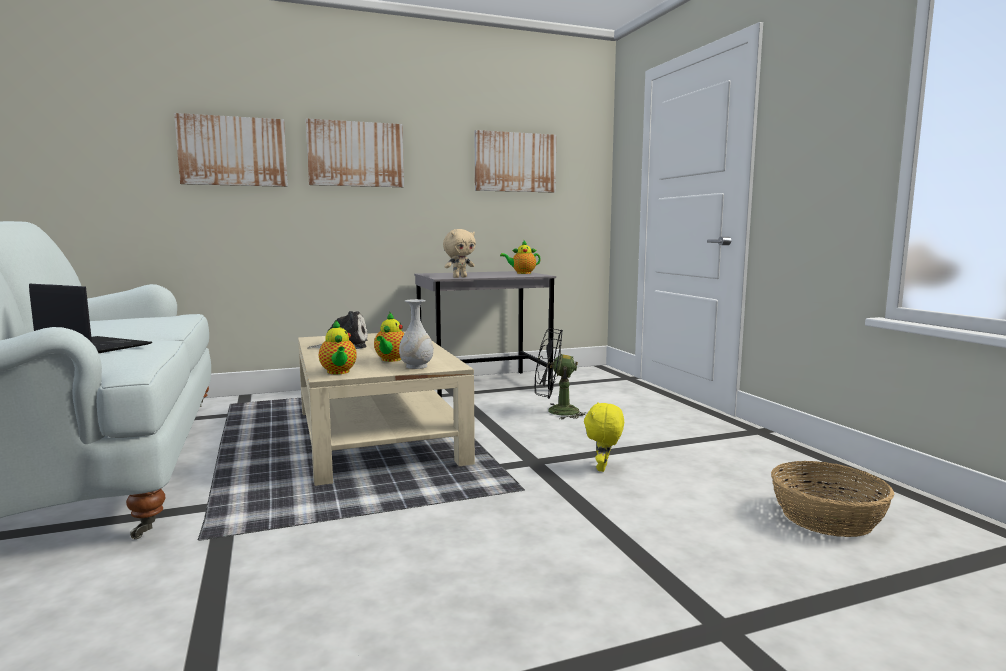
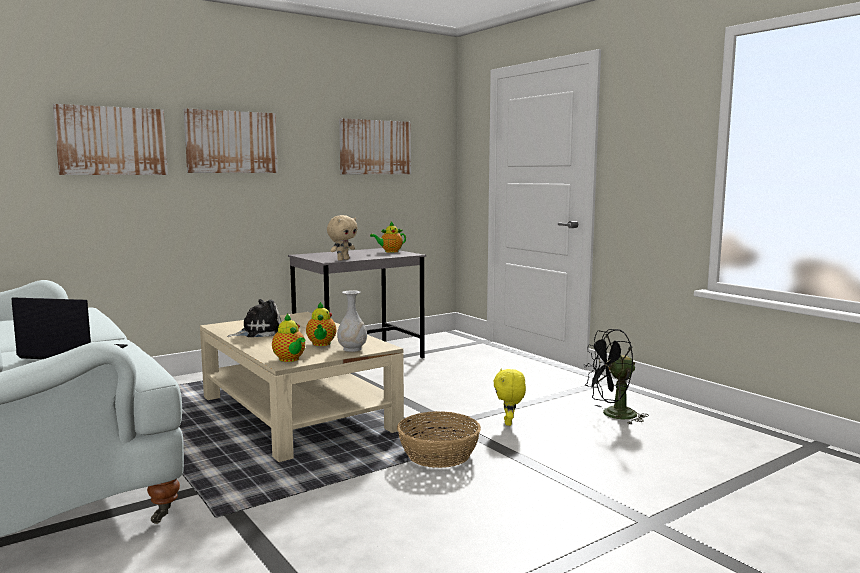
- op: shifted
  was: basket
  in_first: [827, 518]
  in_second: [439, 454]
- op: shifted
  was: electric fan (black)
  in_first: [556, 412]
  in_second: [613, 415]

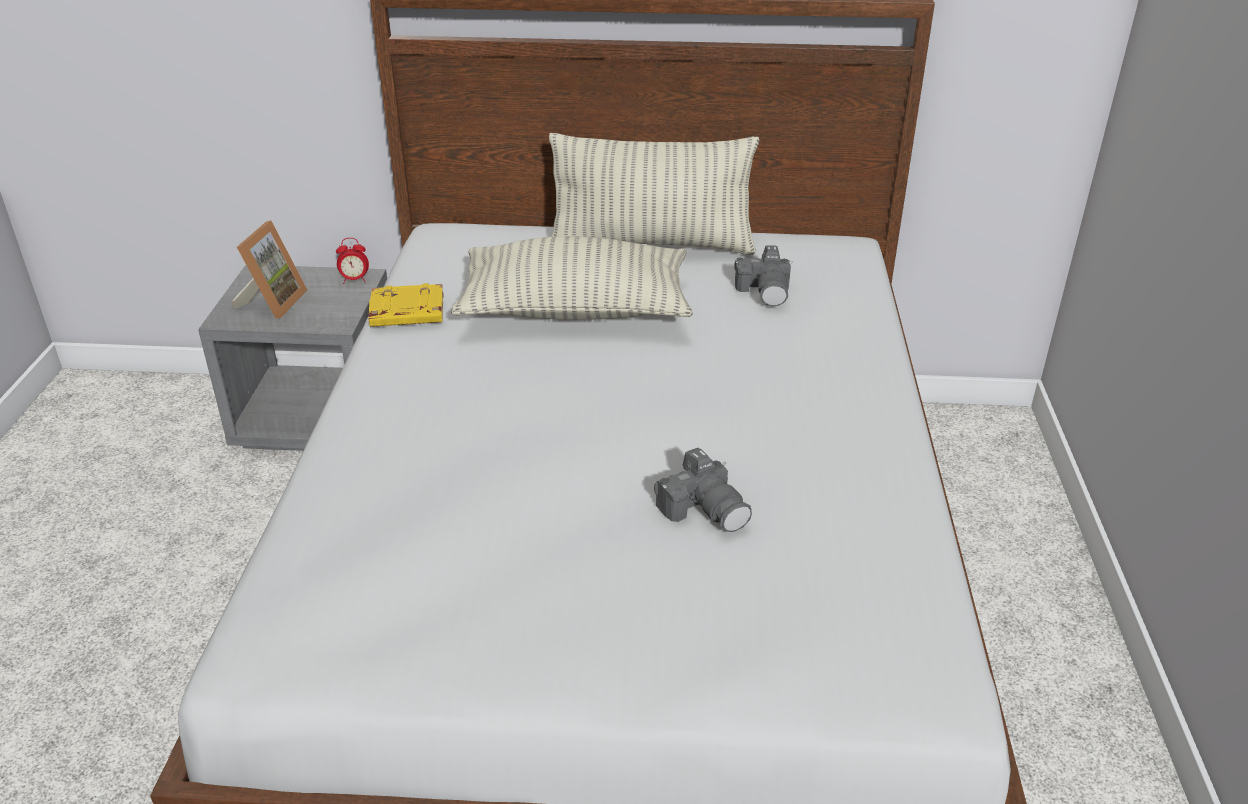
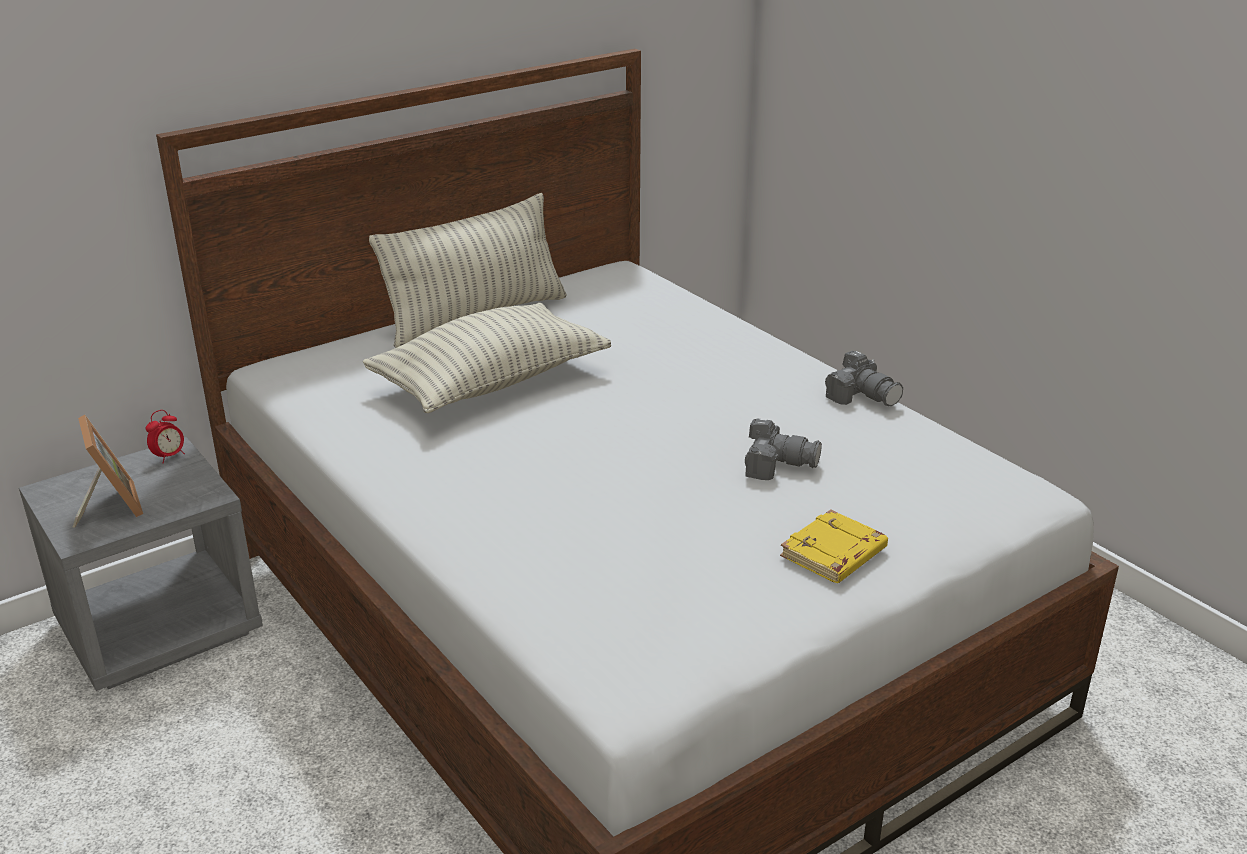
- op: shifted
  was: bound book (yellowish)
  in_first: [406, 313]
  in_second: [834, 554]
- op: shifted
  was: photo camera
  in_first: [765, 291]
  in_second: [862, 396]

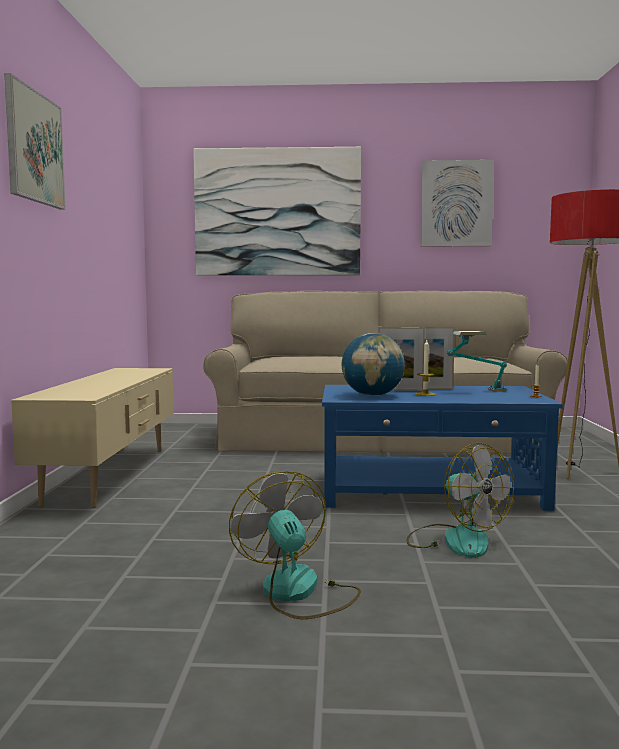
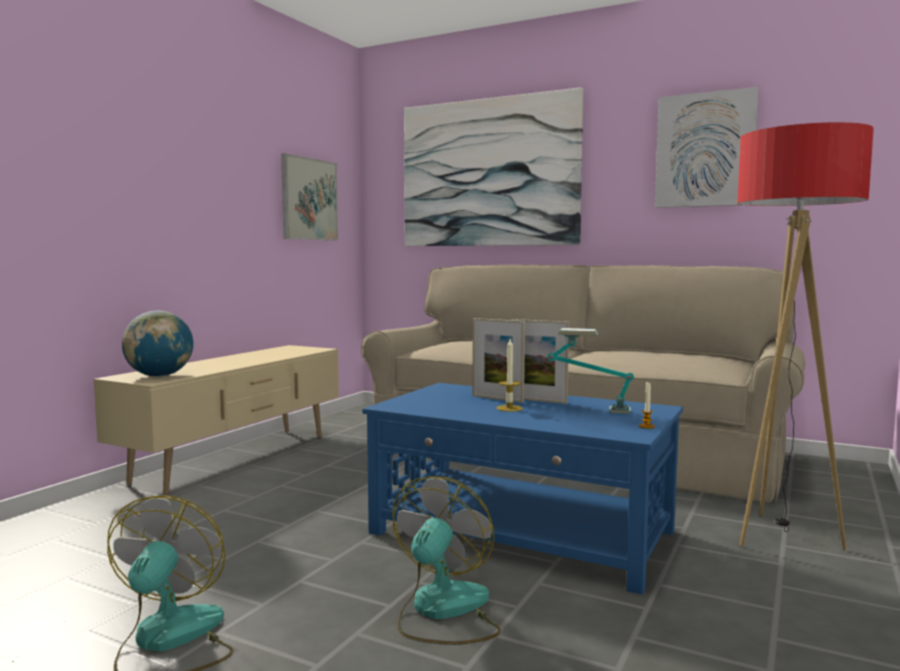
- op: shifted
  was: globe
  in_first: [372, 395]
  in_second: [159, 376]
- op: shifted
  was: picture
  in_first: [34, 147]
  in_second: [309, 199]
- op: rotated
  was: electric fan
  in_first: [455, 540]
  in_second: [443, 611]
  clockwise: -150

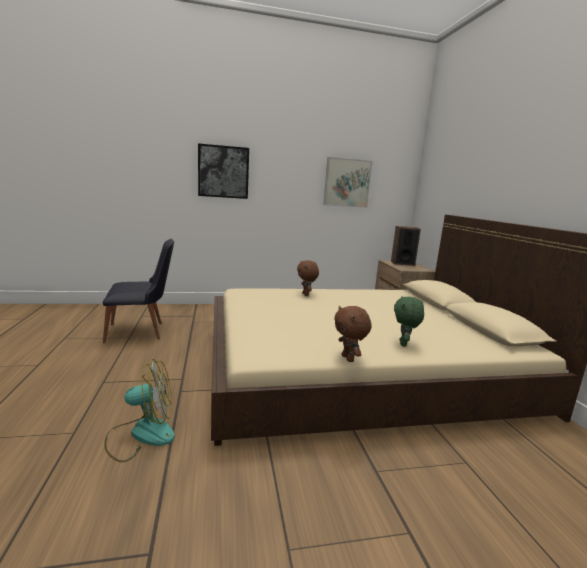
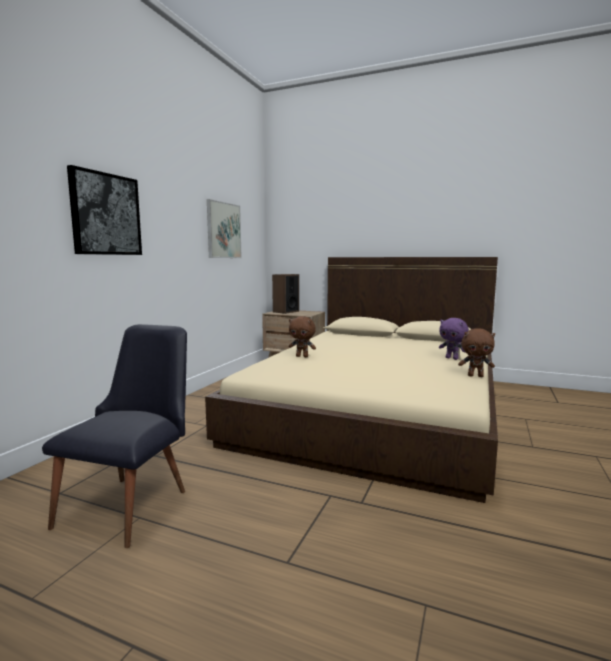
- op: repainted
  was: soft toy (greenish)
  now: soft toy (purple-coloured)
  in_first: [404, 344]
  in_second: [452, 358]
- op: gone
  was: electric fan
  in_first: [141, 434]

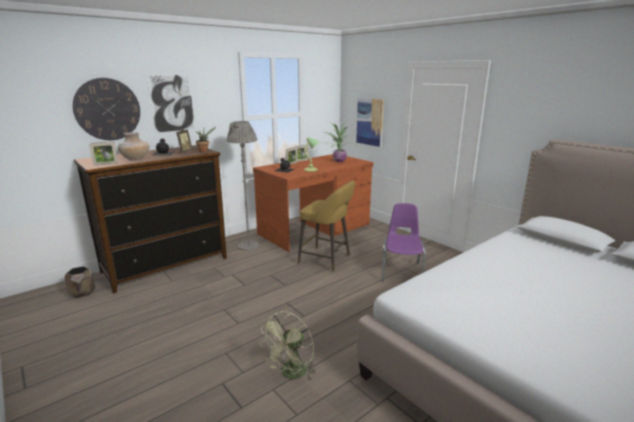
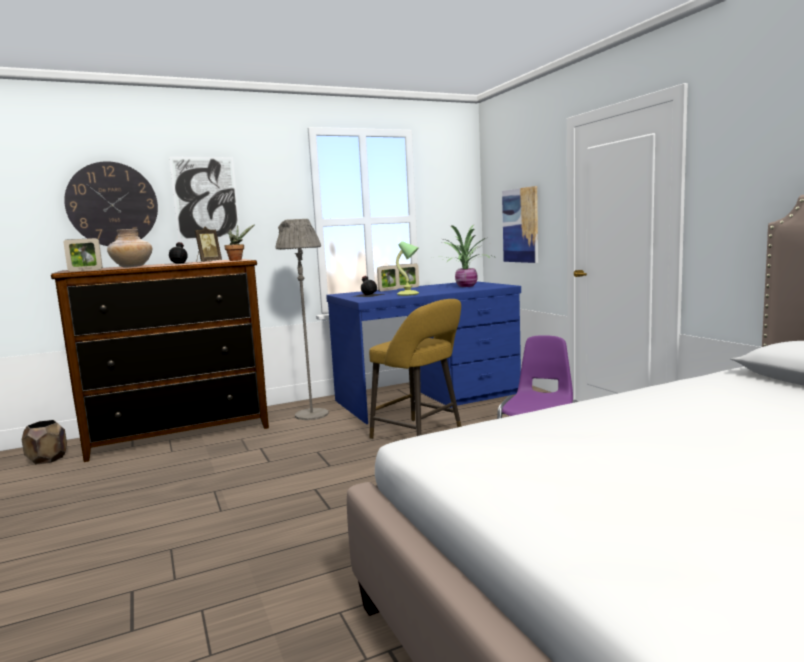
- op: repainted
  was: desk table (brown)
  now: desk table (blue-coloured)
  in_first: [315, 229]
  in_second: [428, 397]
- op: gone
  was: electric fan (greenish)
  in_first: [291, 374]

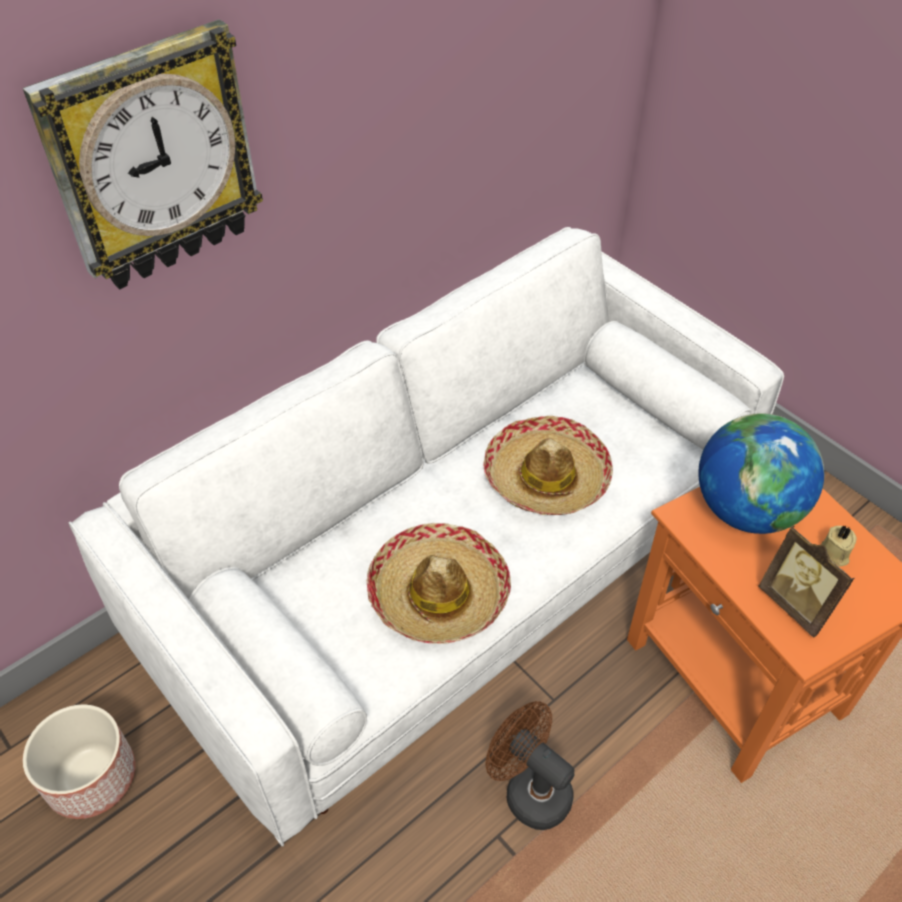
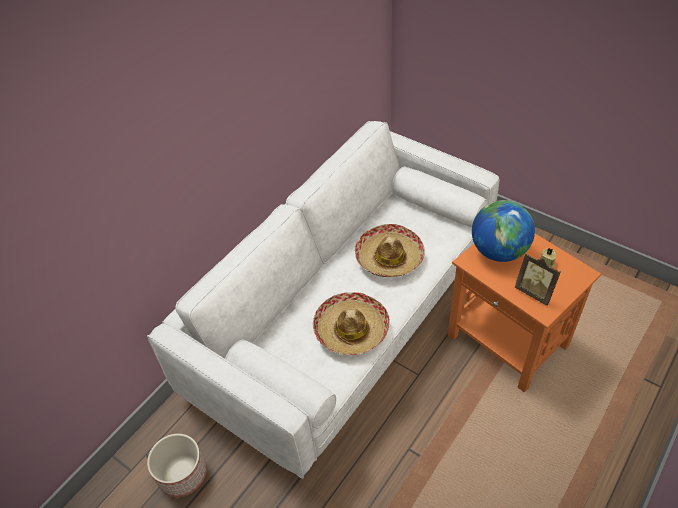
- op: gone
  was: hanging clock
  in_first: [153, 160]
- op: gone
  was: electric fan (brown)
  in_first: [529, 789]

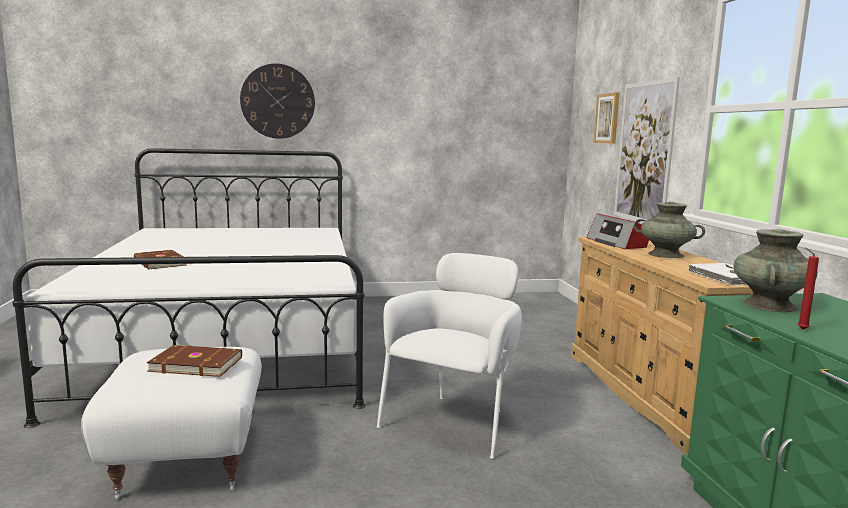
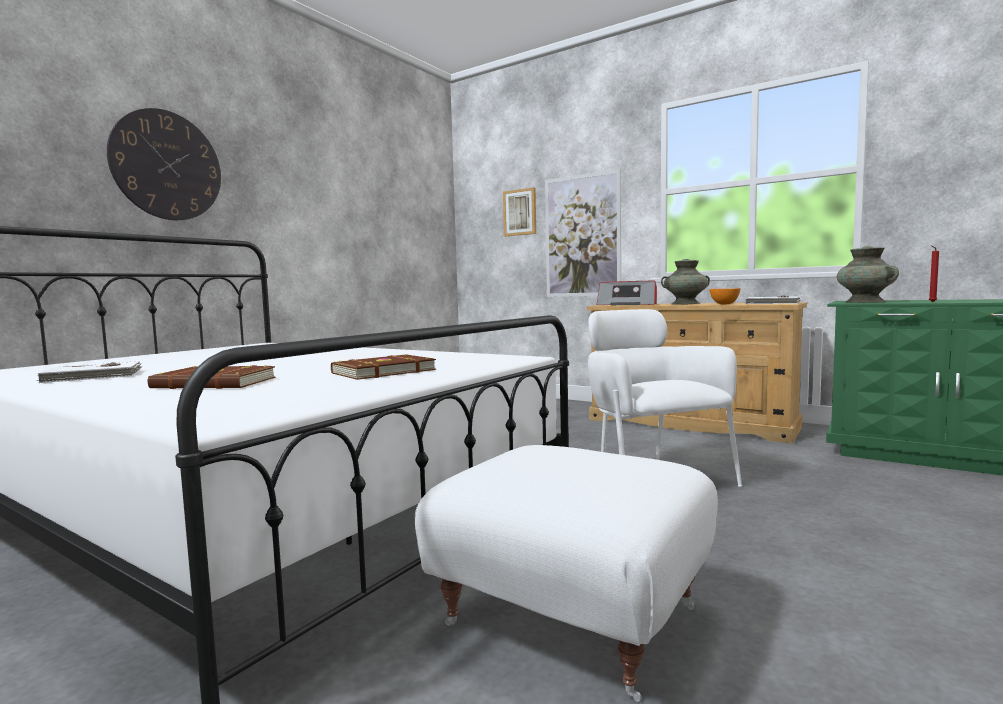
- op: new
  now: bound book (whitish)
  in_second: [93, 376]
- op: shifted
  was: bound book (brown)
  in_first: [196, 364]
  in_second: [382, 372]
- op: new
  now: deep dish (orangey)
  in_second: [724, 304]

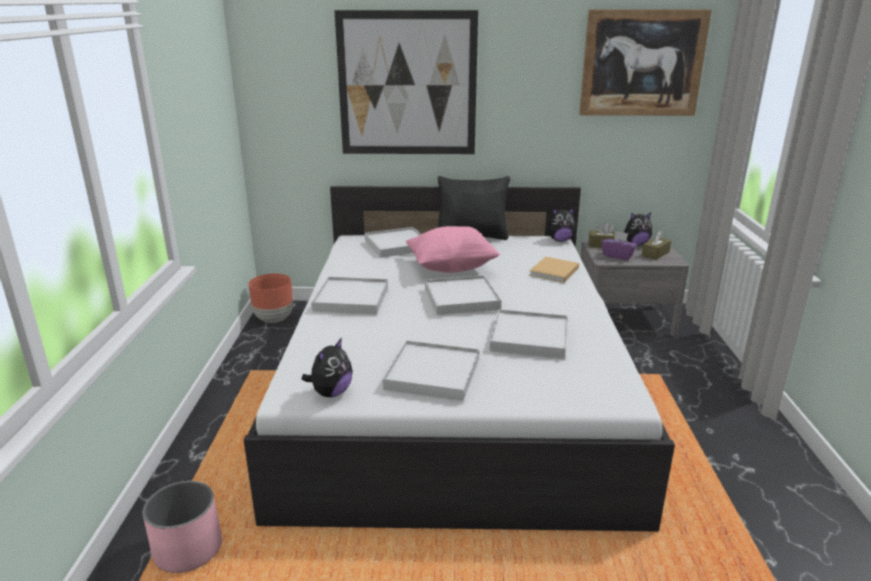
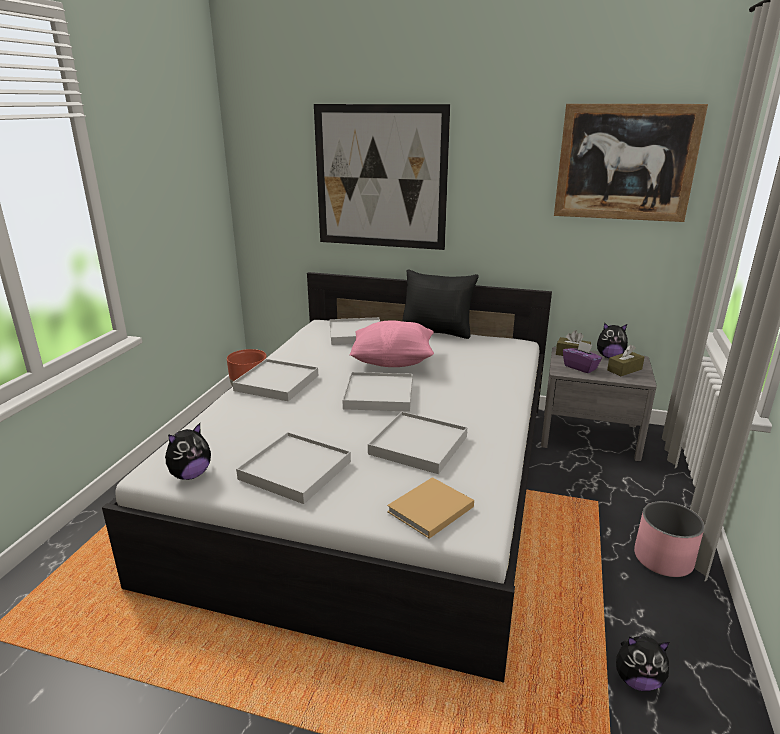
- op: shifted
  was: bound book (beige)
  in_first: [553, 272]
  in_second: [429, 510]
- op: shifted
  was: soft toy
  in_first: [560, 240]
  in_second: [637, 680]
- op: shifted
  was: flower pot (pink)
  in_first: [188, 548]
  in_second: [662, 559]

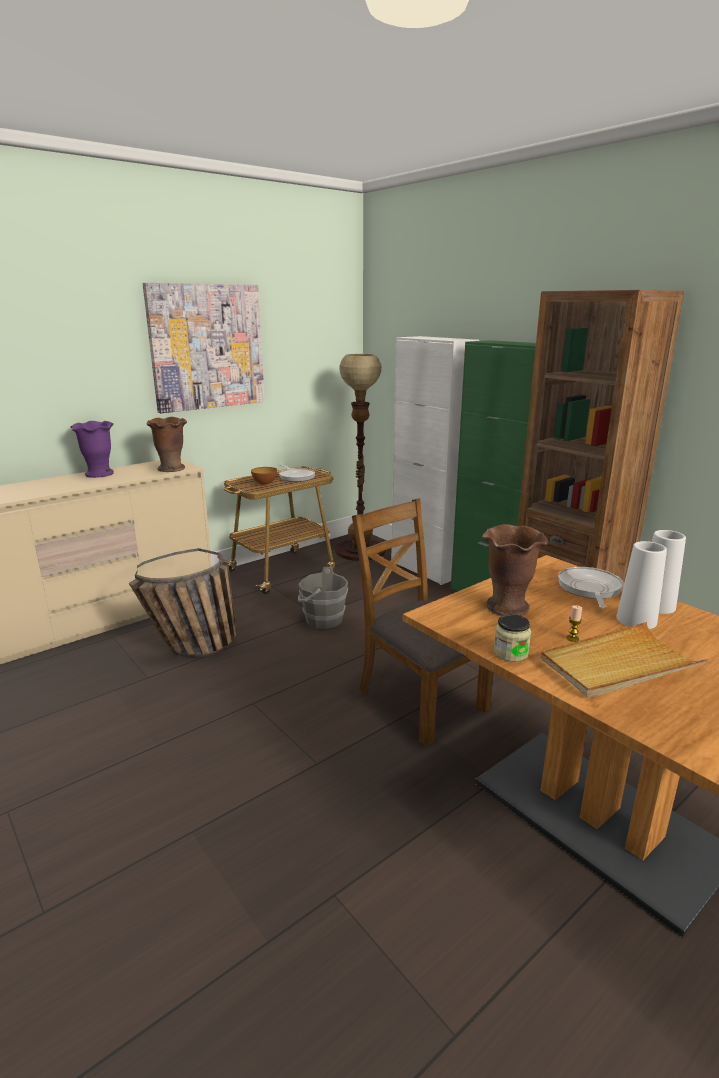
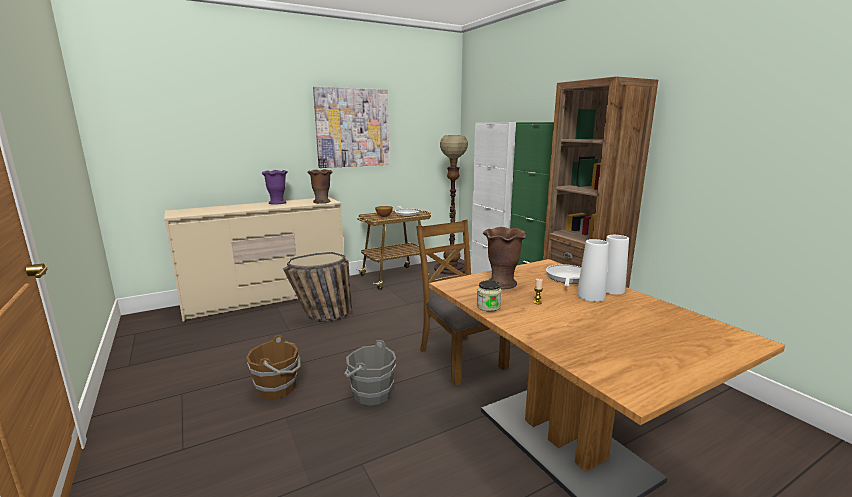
- op: new
  now: water bucket (brown)
  in_second: [278, 388]
- op: shifted
  was: water bucket (greyish)
  in_first: [322, 619]
  in_second: [371, 394]
- op: gone
  was: serving tray (beige)
  in_first: [619, 665]

